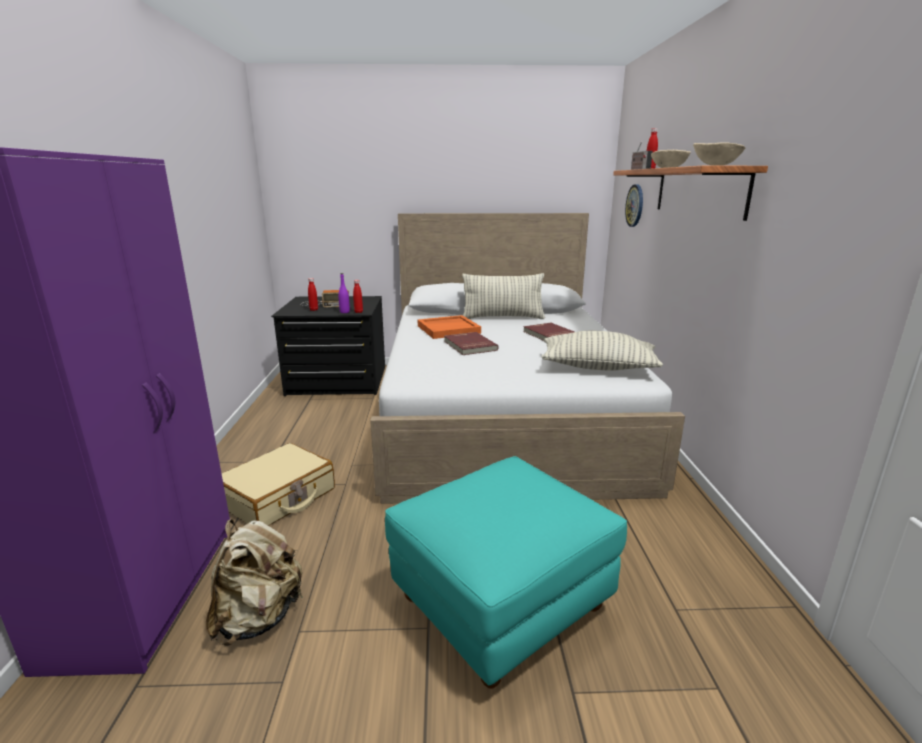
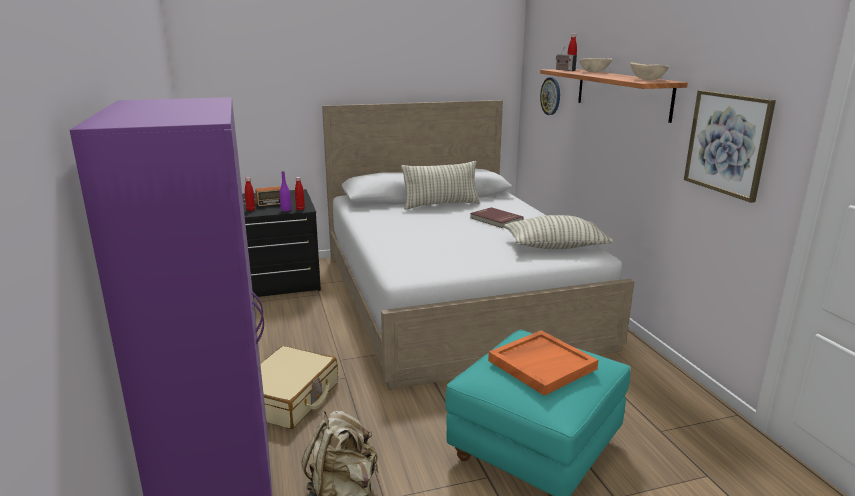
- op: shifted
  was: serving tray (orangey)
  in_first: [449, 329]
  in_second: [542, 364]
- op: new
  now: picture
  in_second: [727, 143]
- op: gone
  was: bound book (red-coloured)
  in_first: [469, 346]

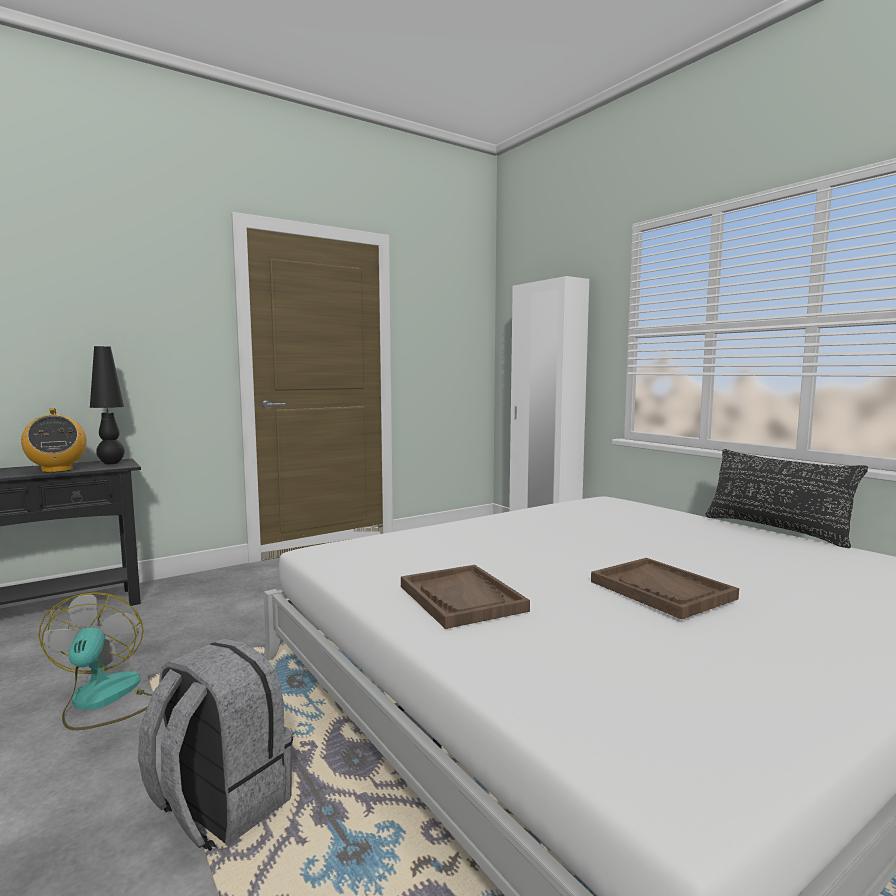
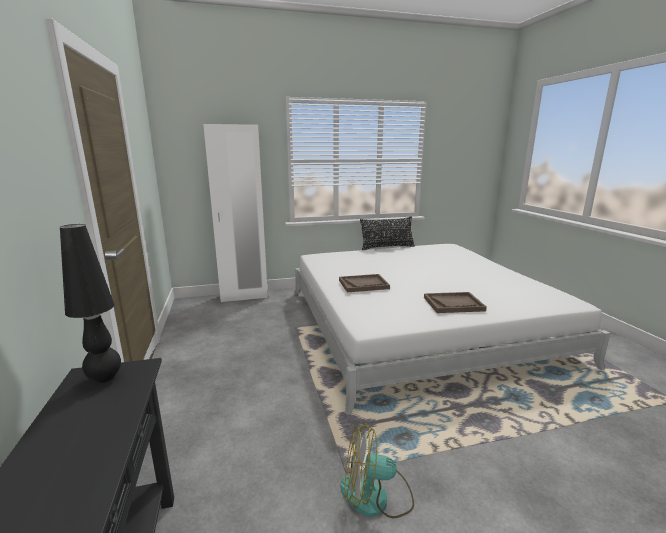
- op: shifted
  was: serving tray (brown)
  in_first: [662, 590]
  in_second: [363, 284]
- op: gone
  was: radio set
  in_first: [57, 470]
- op: gone
  was: knapsack (greyish)
  in_first: [219, 806]

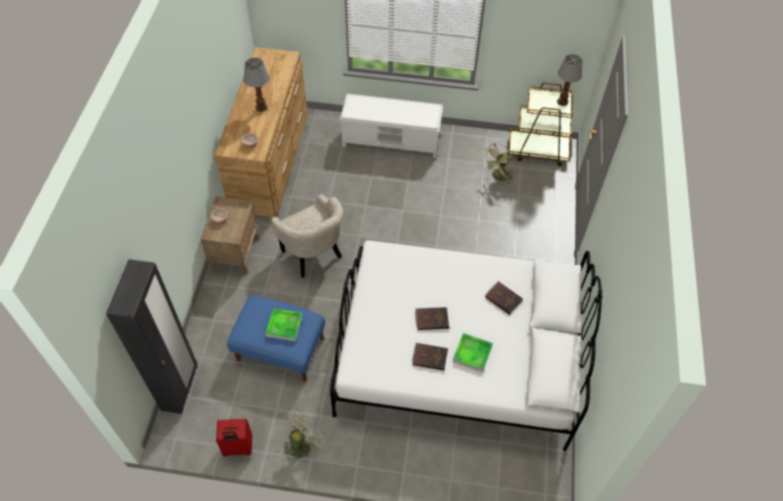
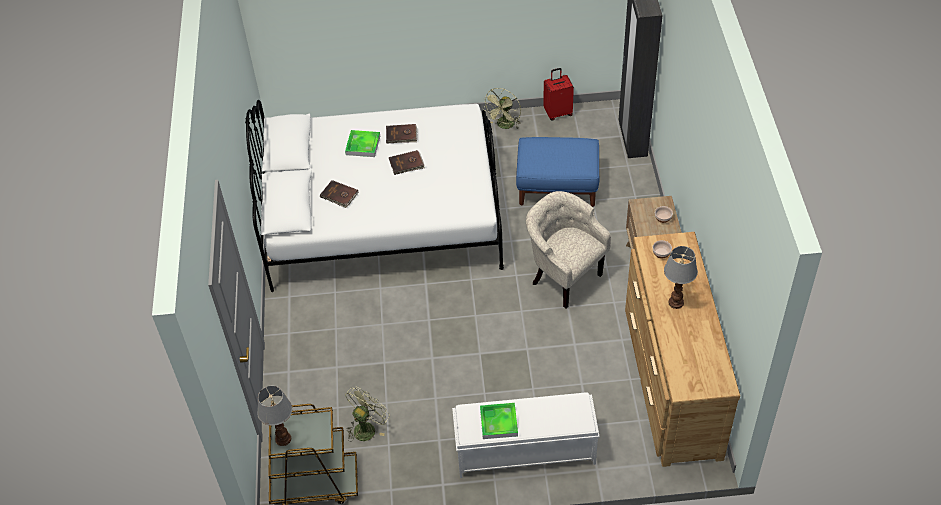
- op: shifted
  was: serving tray
  in_first: [284, 326]
  in_second: [498, 422]

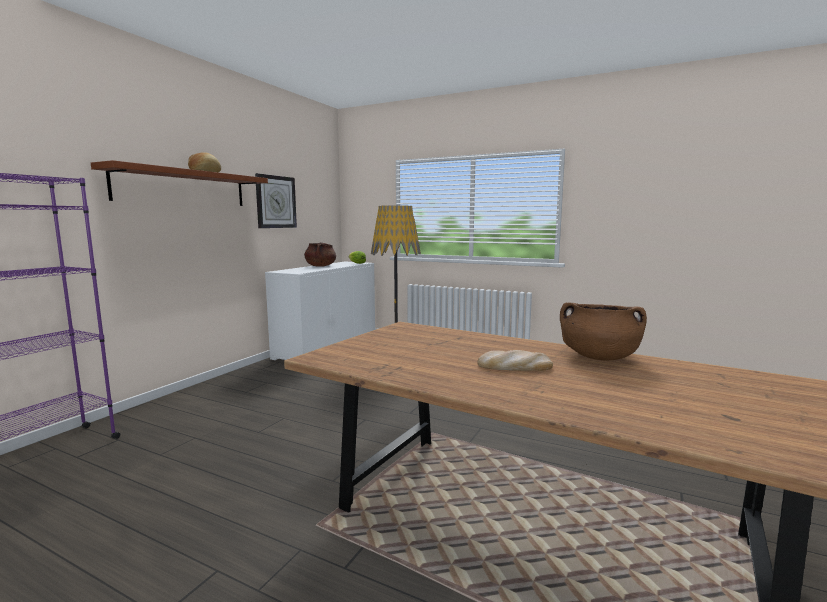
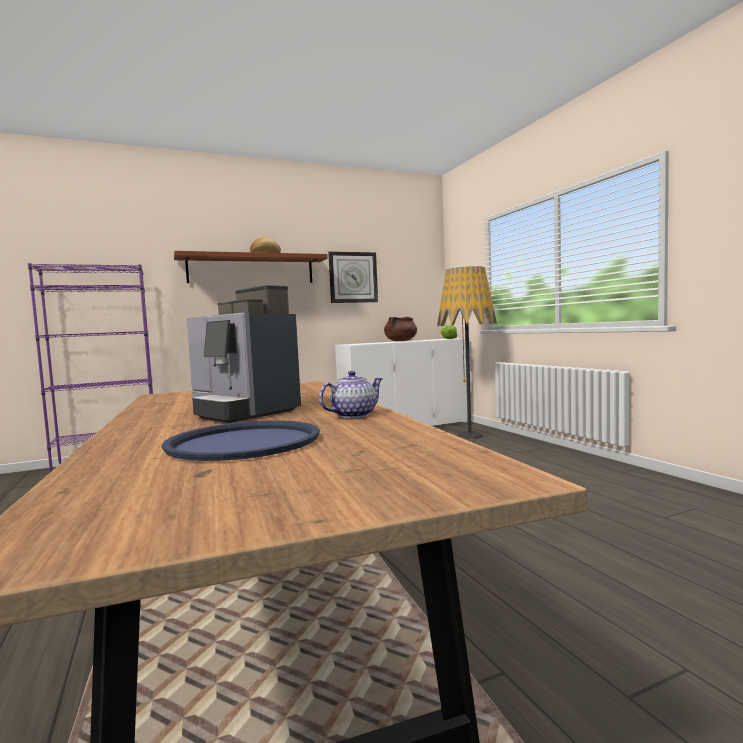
- op: new
  now: serving tray (blue-coloured)
  in_second: [244, 442]
- op: swapped
  was: bread
  now: coffee brewer
  in_first: [514, 366]
  in_second: [242, 412]
- op: swapped
  was: cooking pot (brown)
  now: tea pot
  in_first: [599, 357]
  in_second: [352, 415]

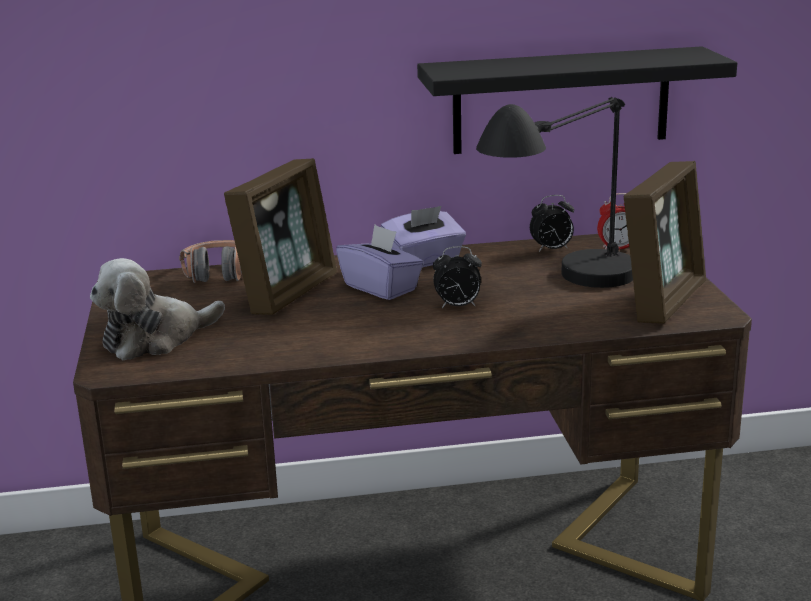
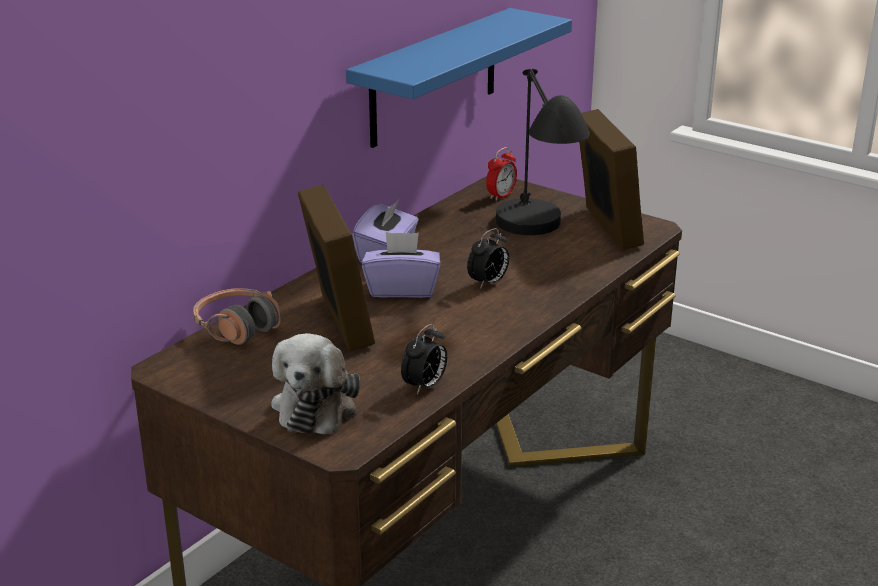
- op: repainted
  was: shelf (black)
  now: shelf (blue-coloured)
  in_first: [561, 100]
  in_second: [434, 77]
- op: shifted
  was: bedside clock
  in_first: [551, 249]
  in_second: [425, 386]

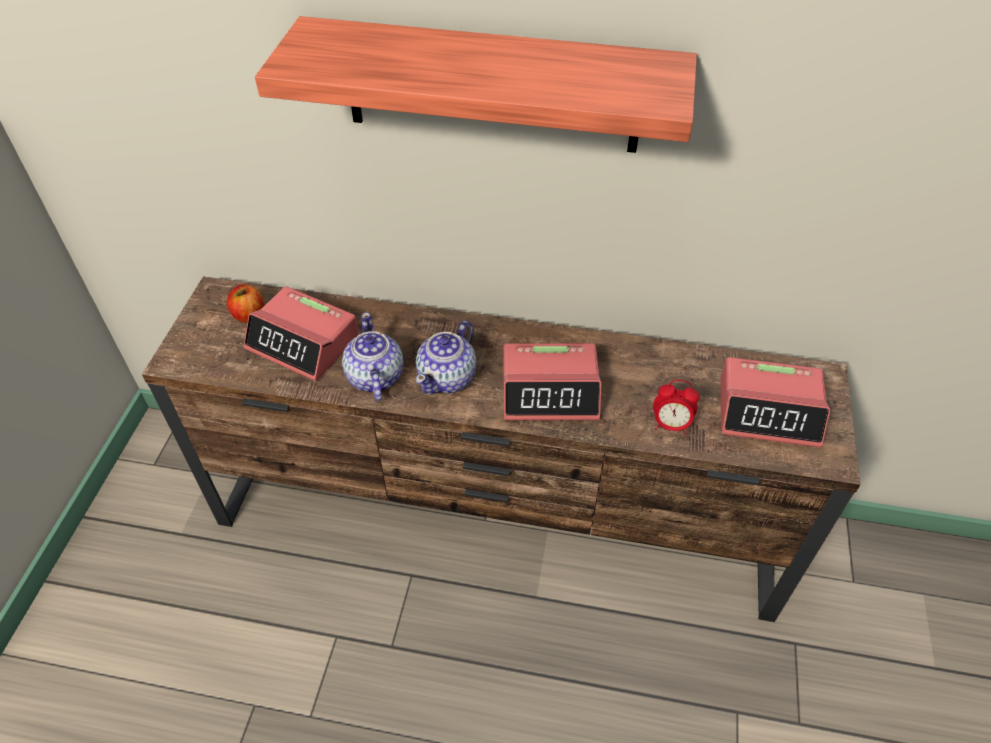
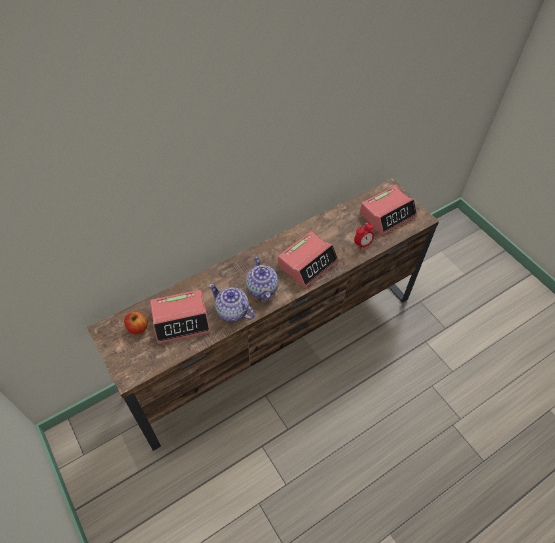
- op: gone
  was: shelf
  in_first: [492, 86]

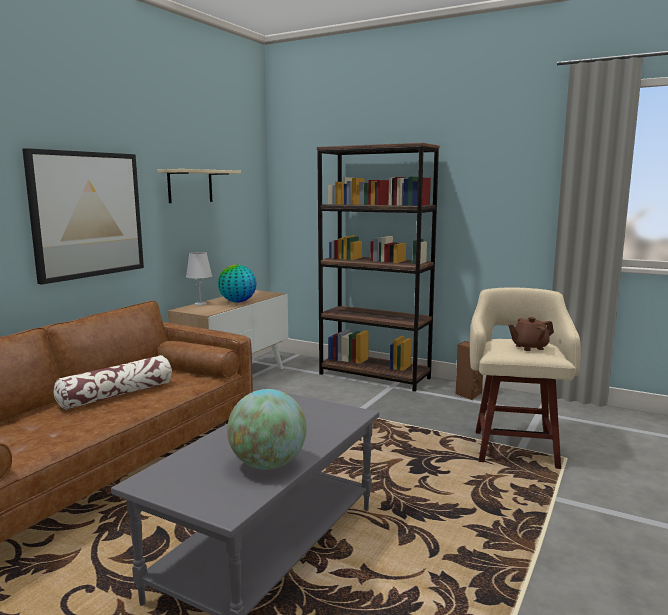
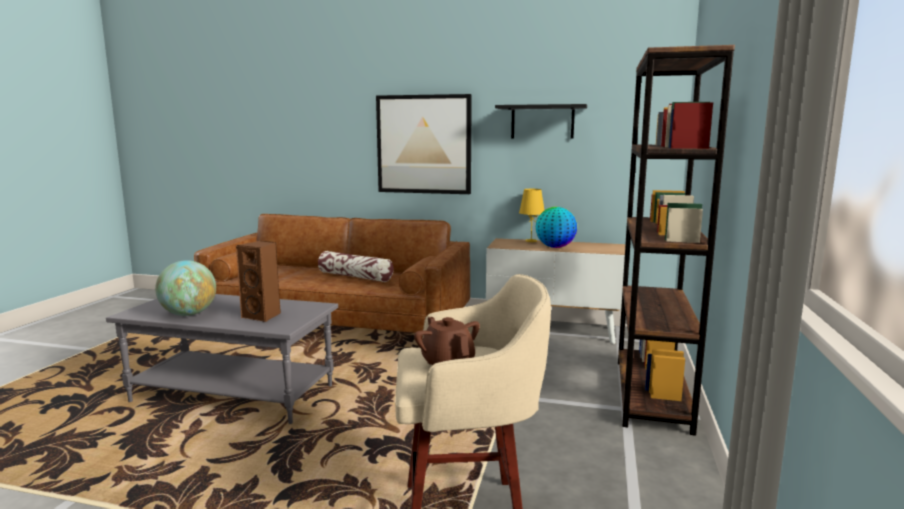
- op: shifted
  was: audio speaker (brown)
  in_first: [468, 394]
  in_second: [263, 316]
- op: repainted
  was: shelf (beige)
  now: shelf (black)
  in_first: [190, 186]
  in_second: [542, 122]
- op: repainted
  was: tabletop lamp (whitish)
  now: tabletop lamp (yellowish)
  in_first: [200, 304]
  in_second: [531, 241]

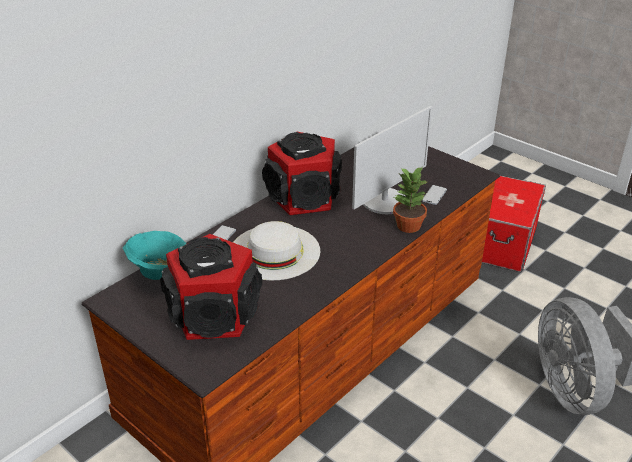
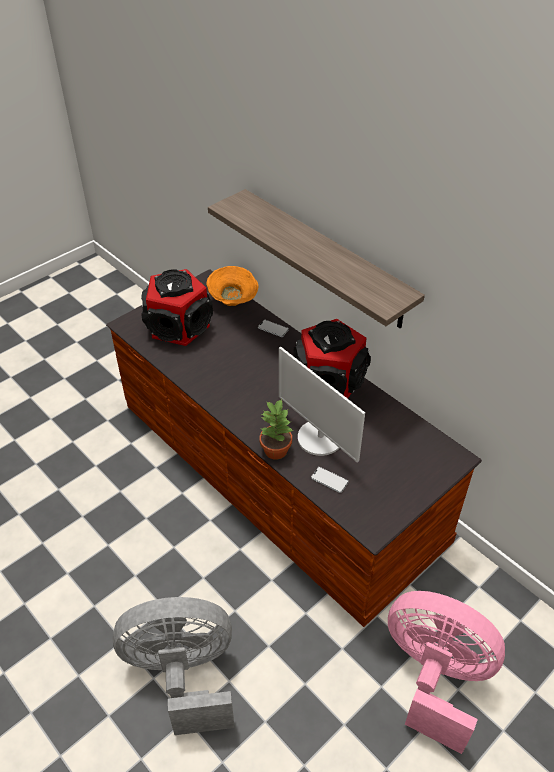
- op: repainted
  was: deep dish (blue-green)
  now: deep dish (orangey)
  in_first: [161, 272]
  in_second: [233, 300]
- op: new
  now: shelf
  in_second: [326, 258]
- op: swapped
  was: storage container
  now: electric fan (pink)
  in_first: [504, 244]
  in_second: [434, 677]
- op: gone
  was: clothing hat (whitish)
  in_first: [275, 251]

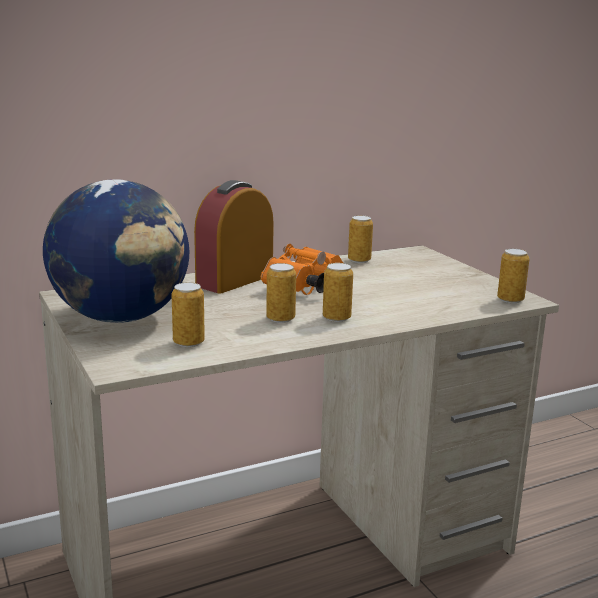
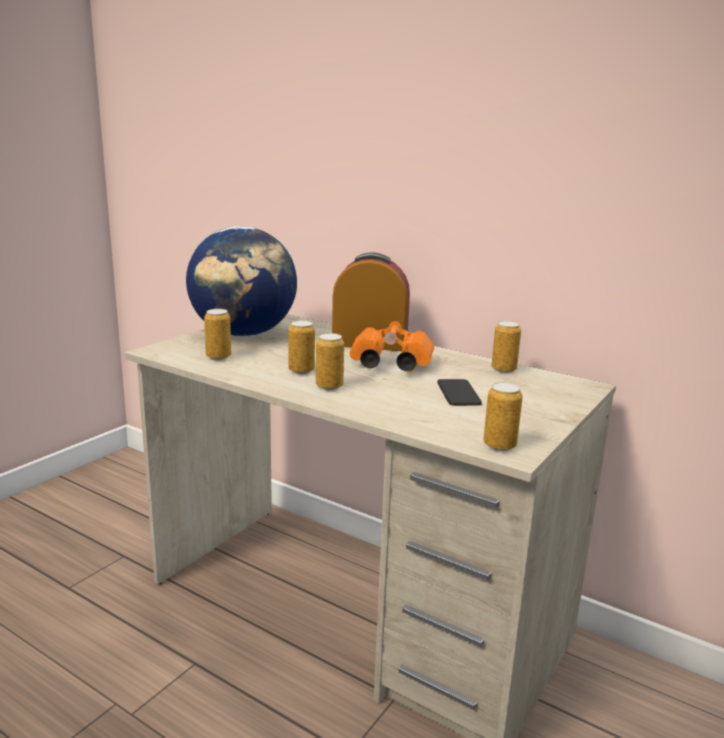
- op: new
  now: phone
  in_second: [458, 393]

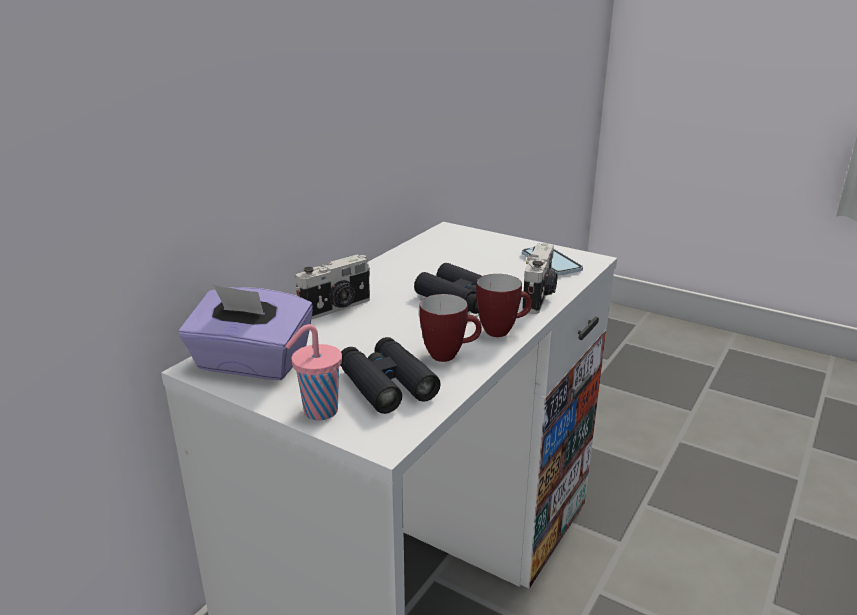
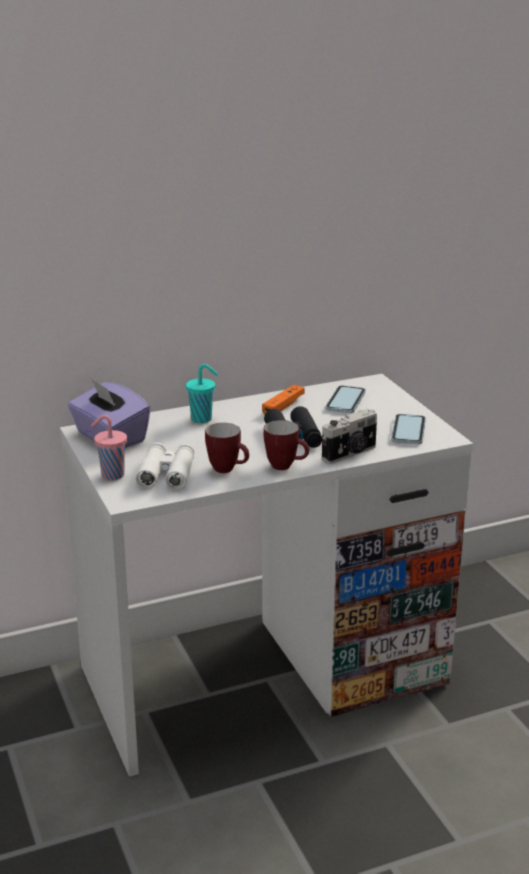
- op: repainted
  was: pair of binoculars (black)
  now: pair of binoculars (whitish)
  in_first: [386, 384]
  in_second: [167, 473]
- op: swapped
  was: photo camera
  now: drinking cup (blue-green)
  in_first: [337, 308]
  in_second: [203, 419]
- op: new
  now: joypad (orangey)
  in_second: [283, 406]
- op: new
  now: phone
  in_second: [345, 401]

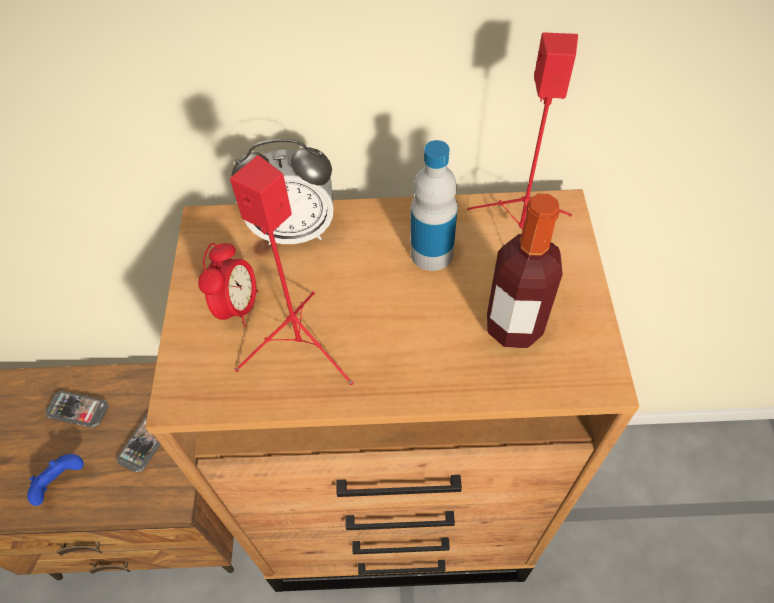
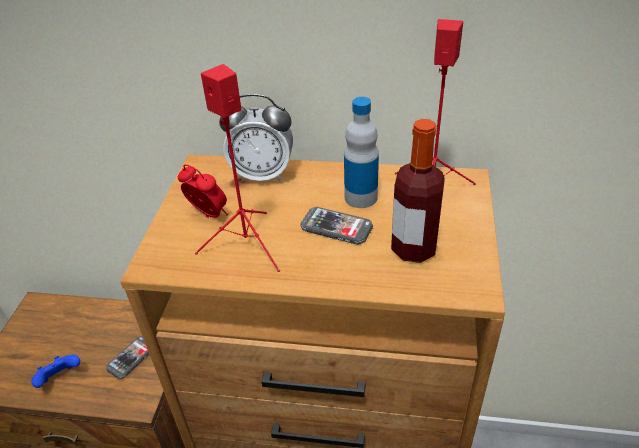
- op: rotated
  was: bedside clock
  in_first: [238, 307]
  in_second: [208, 216]
  clockwise: -75
- op: shifted
  was: phone
  in_first: [78, 410]
  in_second: [336, 227]

